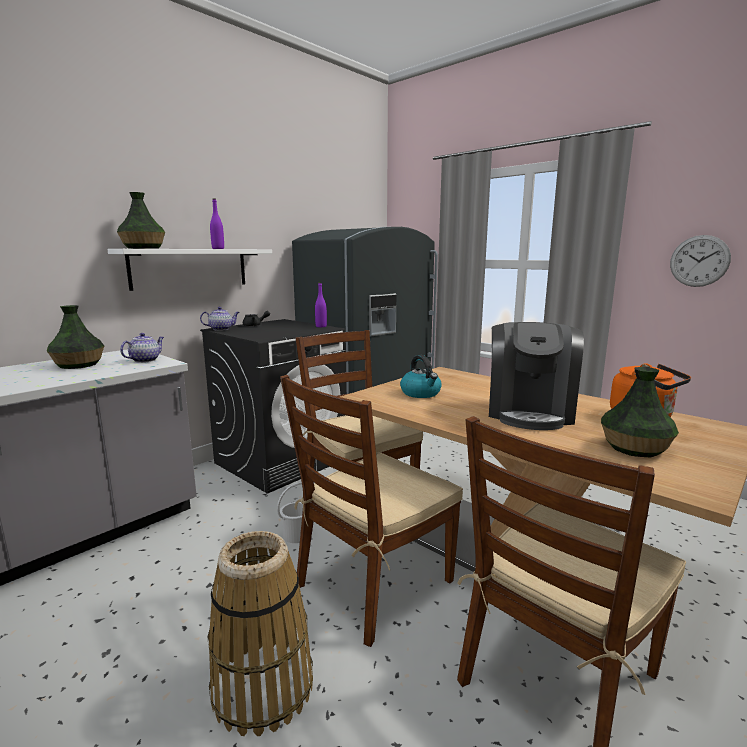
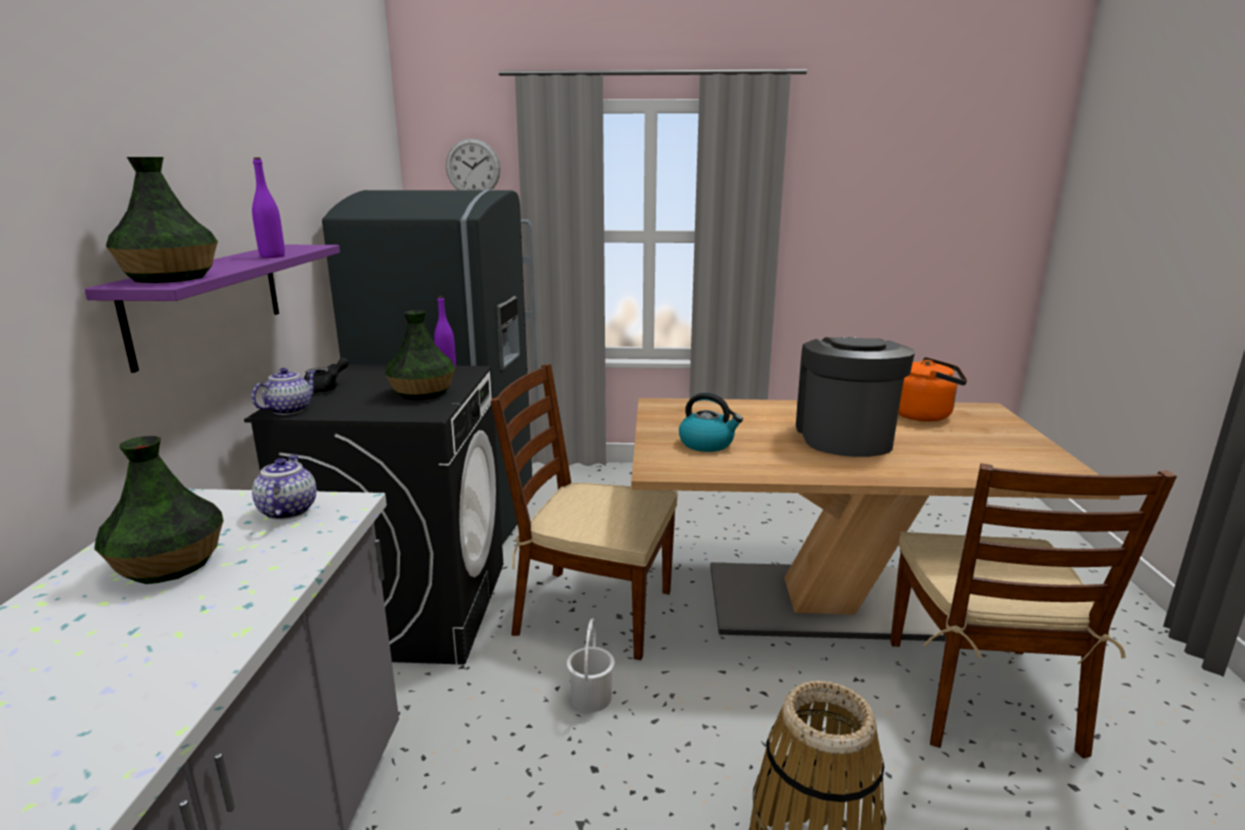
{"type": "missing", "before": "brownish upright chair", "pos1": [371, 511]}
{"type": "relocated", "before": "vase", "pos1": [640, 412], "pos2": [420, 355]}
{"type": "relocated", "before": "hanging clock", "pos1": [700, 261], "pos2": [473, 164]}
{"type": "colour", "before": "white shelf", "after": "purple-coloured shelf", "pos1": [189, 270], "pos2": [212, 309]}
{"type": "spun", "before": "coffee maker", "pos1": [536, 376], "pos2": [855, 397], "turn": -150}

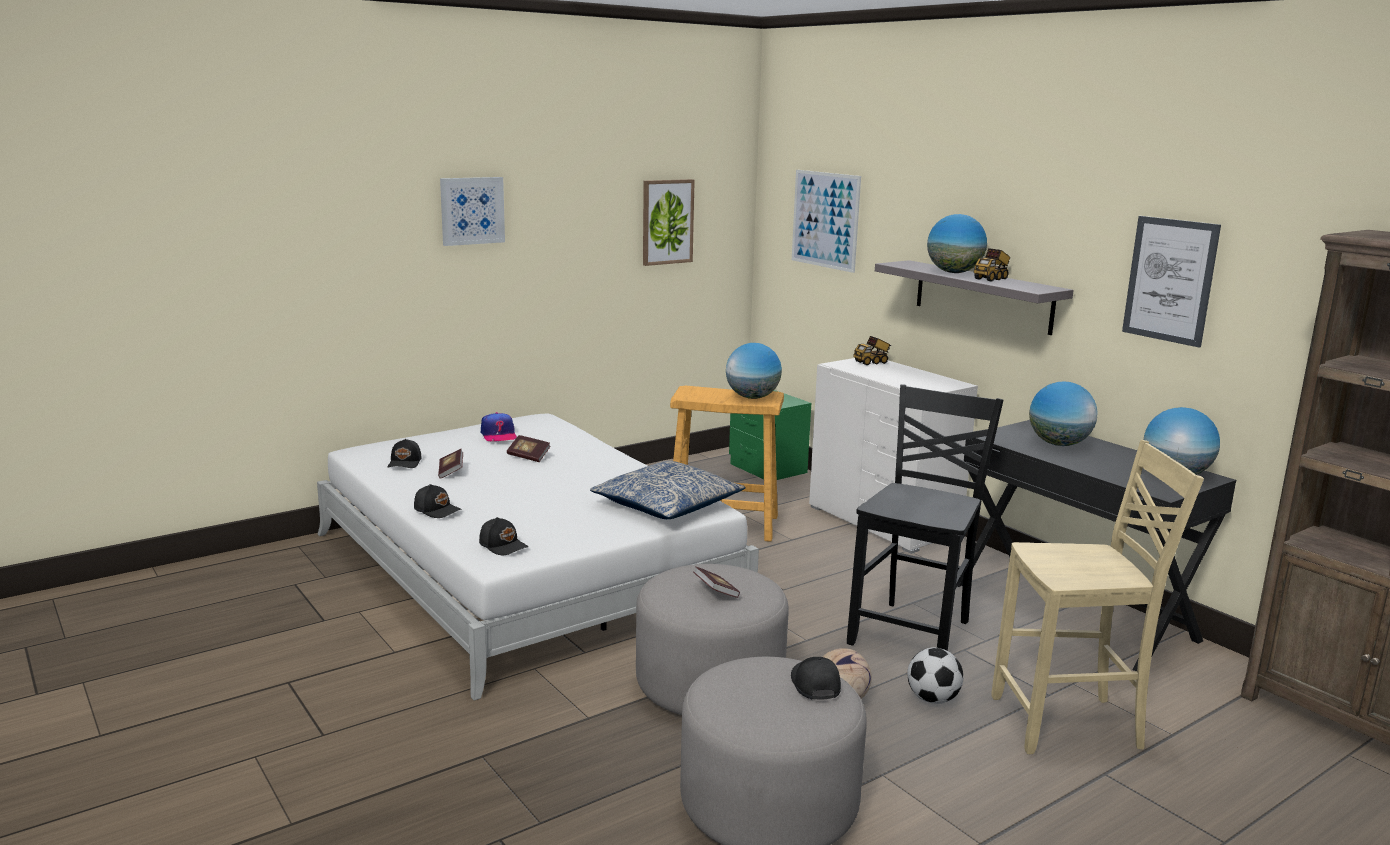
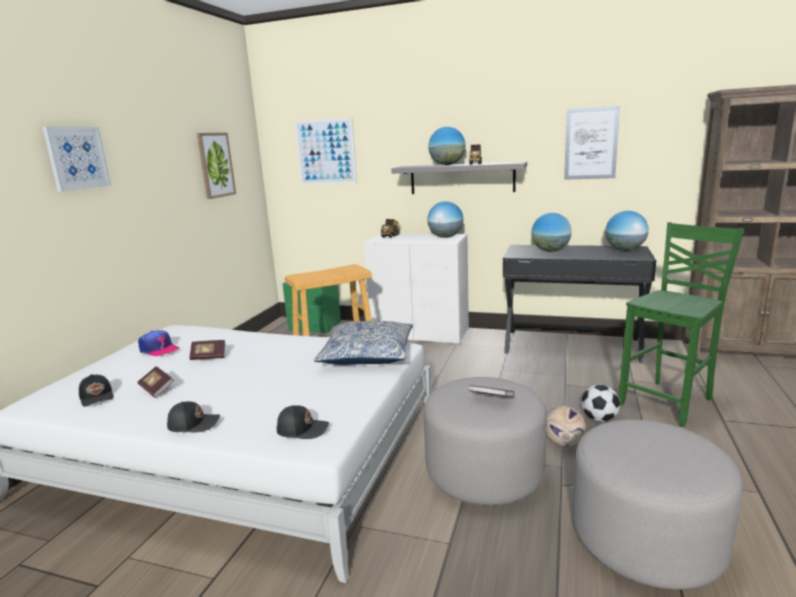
{"type": "missing", "before": "black cap", "pos1": [816, 678]}
{"type": "missing", "before": "black upright chair", "pos1": [925, 517]}
{"type": "relocated", "before": "desk globe", "pos1": [754, 371], "pos2": [445, 219]}
{"type": "colour", "before": "beige-coloured upright chair", "after": "green-coloured upright chair", "pos1": [1097, 597], "pos2": [681, 324]}

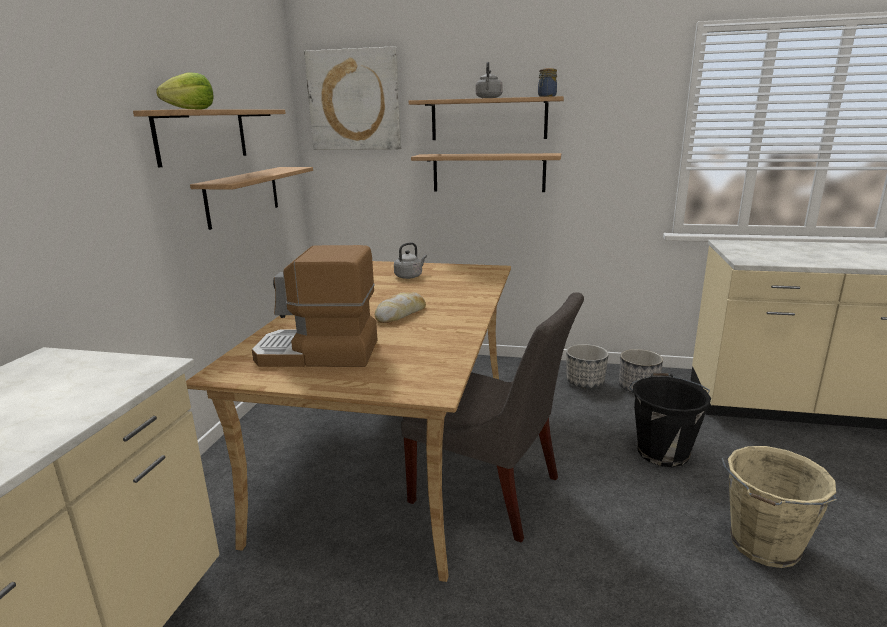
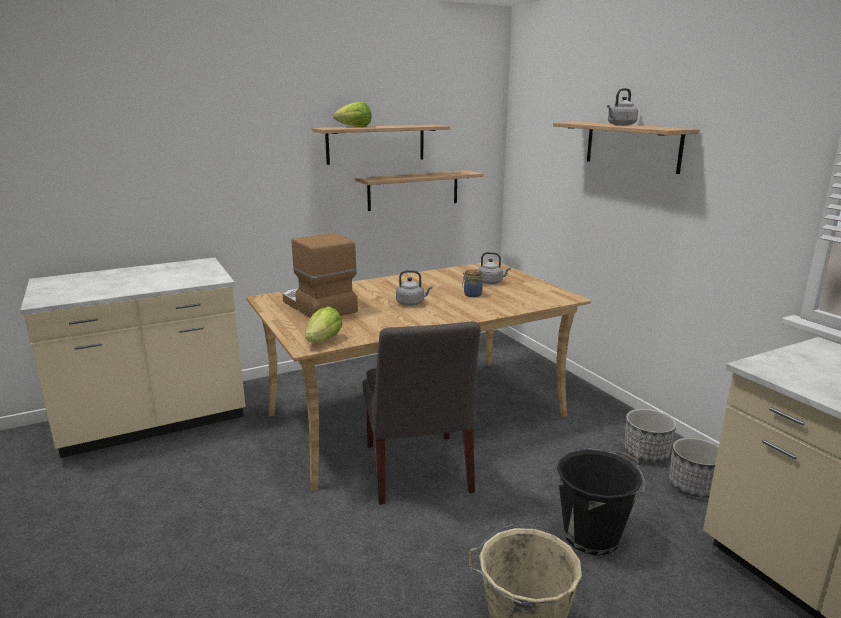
{"type": "missing", "before": "wall art", "pos1": [352, 98]}
{"type": "missing", "before": "shelf", "pos1": [486, 172]}
{"type": "appeared", "after": "head of lettuce", "pos2": [324, 324]}
{"type": "relocated", "before": "storage jar", "pos1": [547, 82], "pos2": [472, 283]}
{"type": "exchanged", "before": "baked bread", "after": "greyish kettle", "pos1": [400, 307], "pos2": [414, 288]}

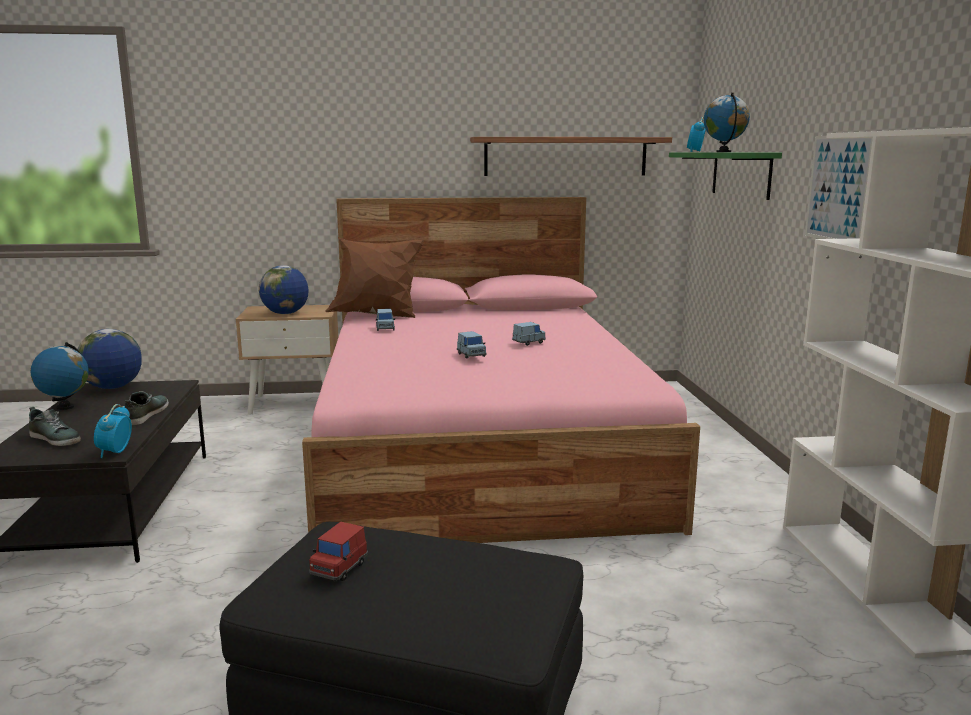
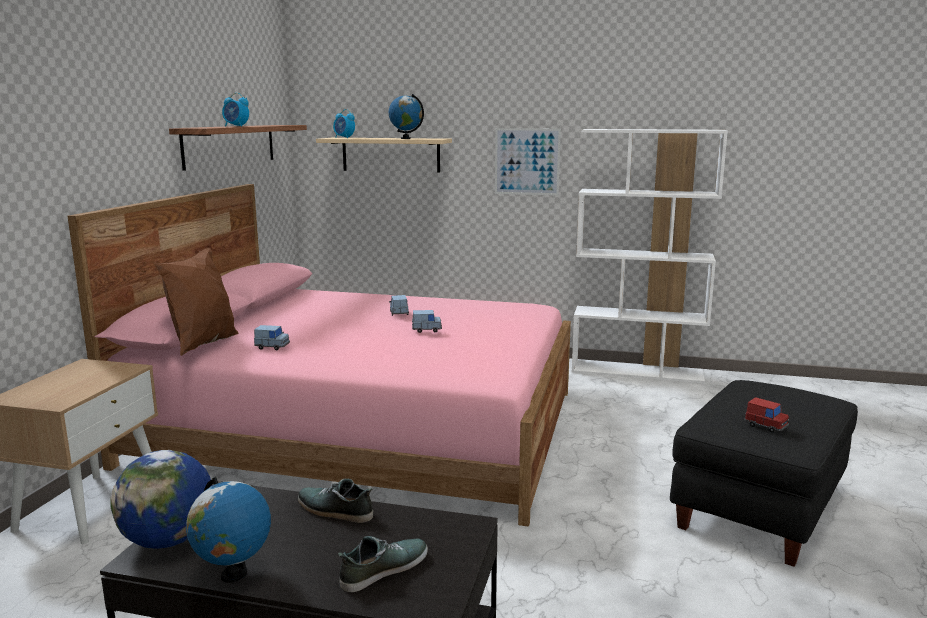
{"type": "missing", "before": "desk globe", "pos1": [284, 290]}
{"type": "relocated", "before": "alarm clock", "pos1": [113, 431], "pos2": [235, 110]}
{"type": "colour", "before": "green-coloured shelf", "after": "beige-coloured shelf", "pos1": [725, 176], "pos2": [384, 155]}

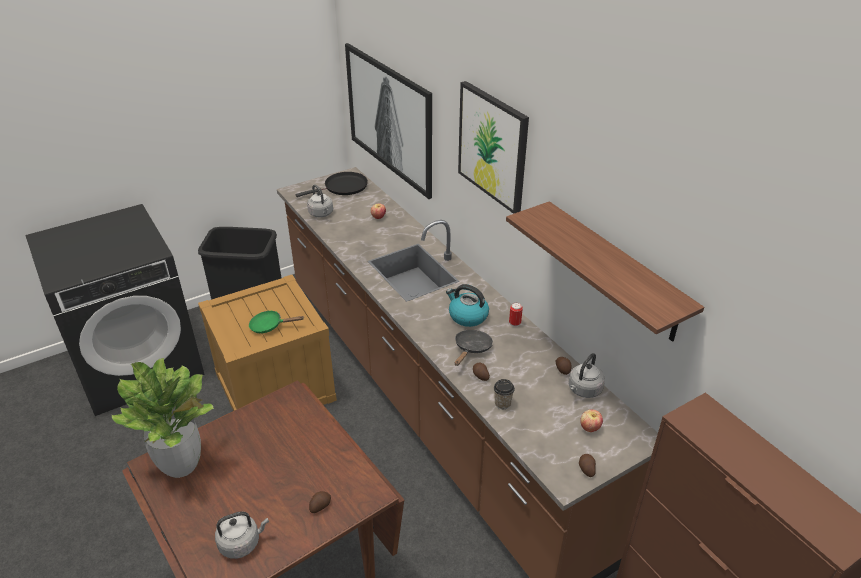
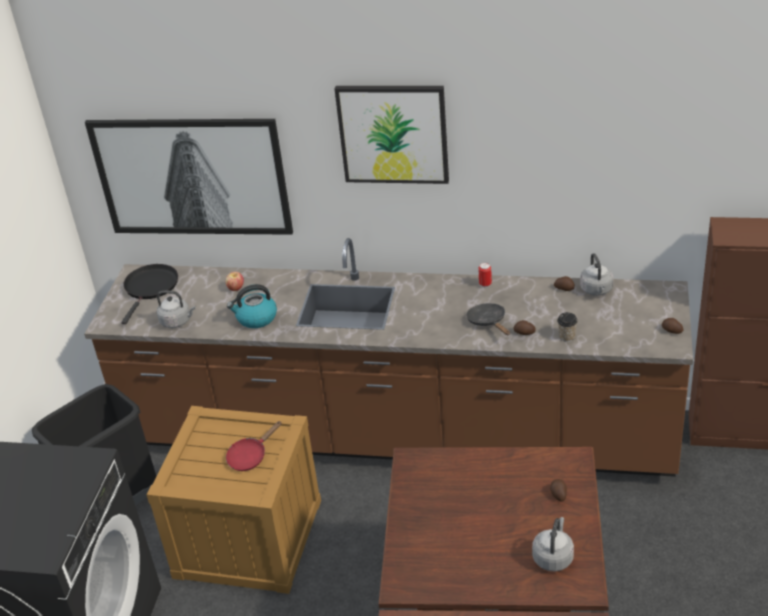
{"type": "missing", "before": "plant in a pot", "pos1": [162, 418]}
{"type": "missing", "before": "shelf", "pos1": [605, 271]}
{"type": "missing", "before": "whole apple", "pos1": [591, 420]}
{"type": "relocated", "before": "kettle", "pos1": [467, 305], "pos2": [252, 306]}
{"type": "colour", "before": "green-coloured pan", "after": "red-coloured pan", "pos1": [276, 321], "pos2": [254, 446]}

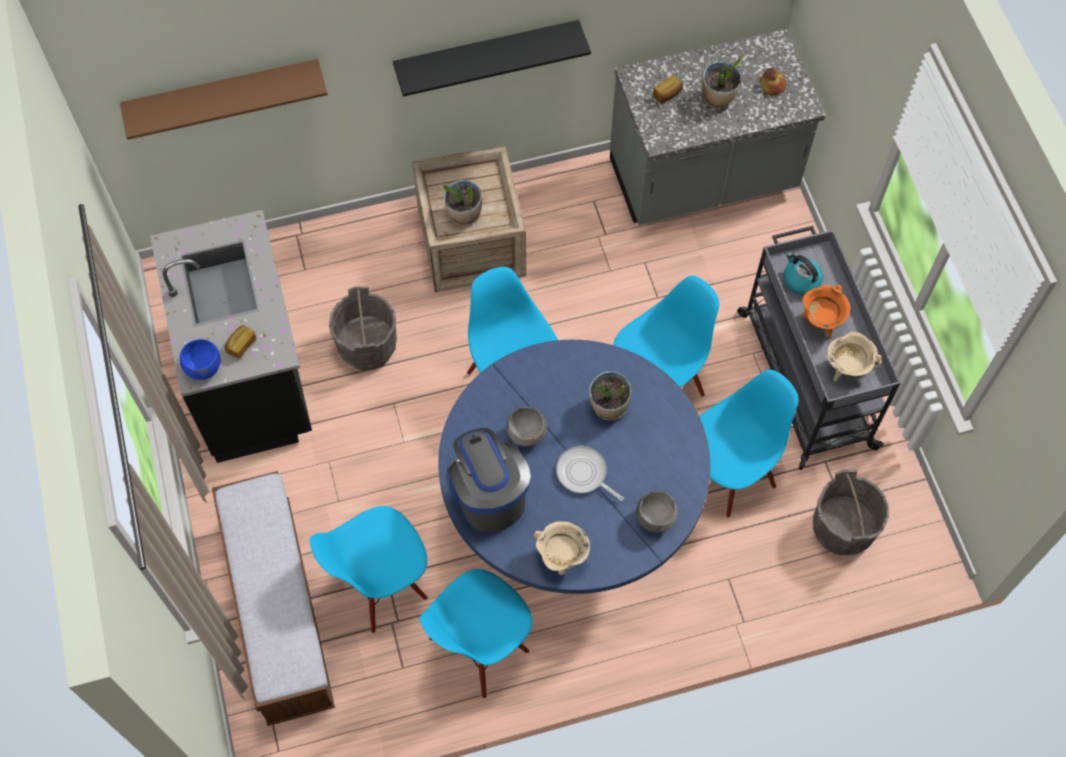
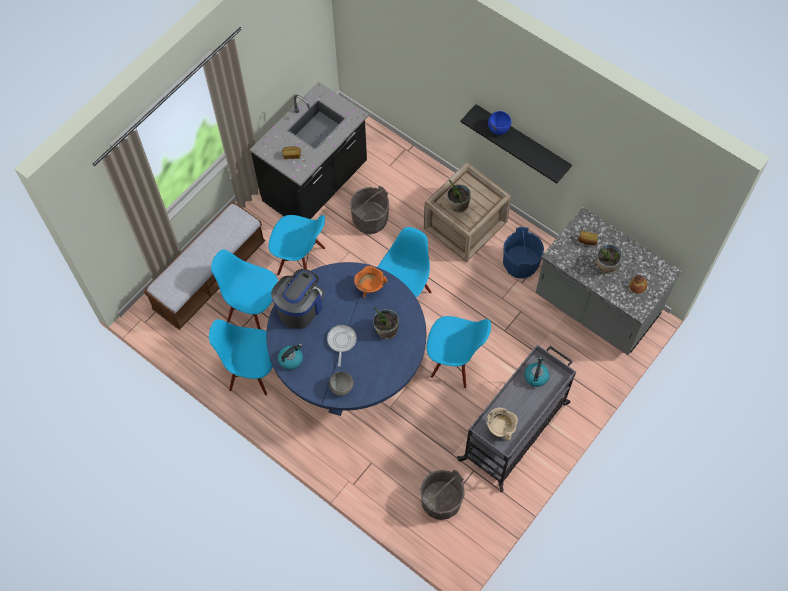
{"type": "missing", "before": "brownish shelf", "pos1": [224, 99]}
{"type": "missing", "before": "greyish bowl", "pos1": [527, 426]}
{"type": "appeared", "after": "blue-coloured pail", "pos2": [523, 252]}
{"type": "relocated", "before": "blue-coloured bowl", "pos1": [200, 359], "pos2": [499, 123]}
{"type": "relocated", "before": "blue-coloured upright chair", "pos1": [749, 444], "pos2": [296, 245]}
{"type": "relocated", "before": "orange cooking pot", "pos1": [826, 311], "pos2": [370, 282]}
{"type": "exchanged", "before": "beige-coloured cooking pot", "after": "kettle", "pos1": [561, 548], "pos2": [290, 356]}

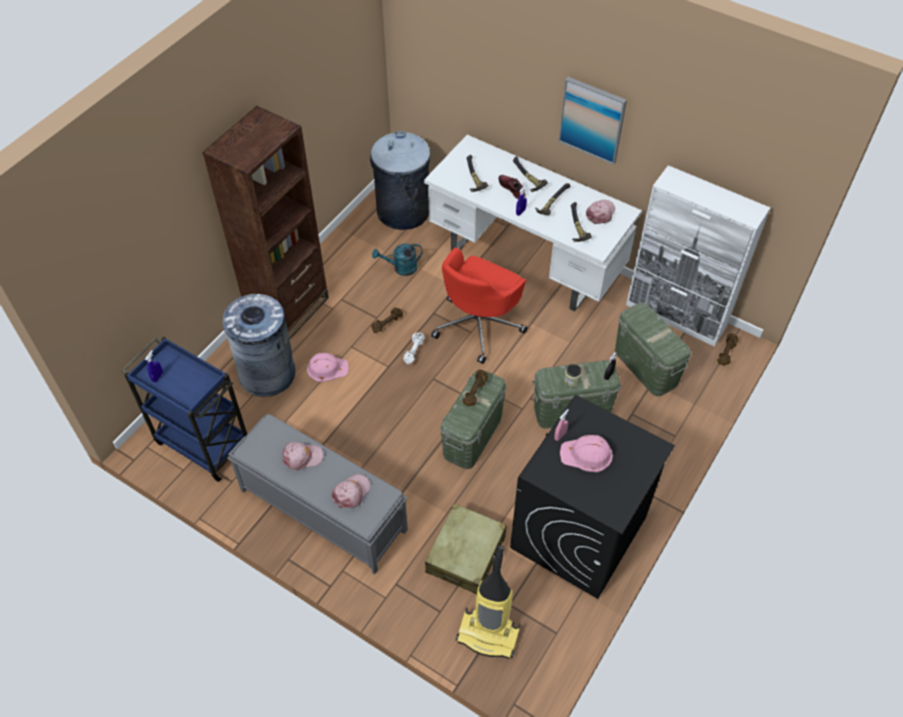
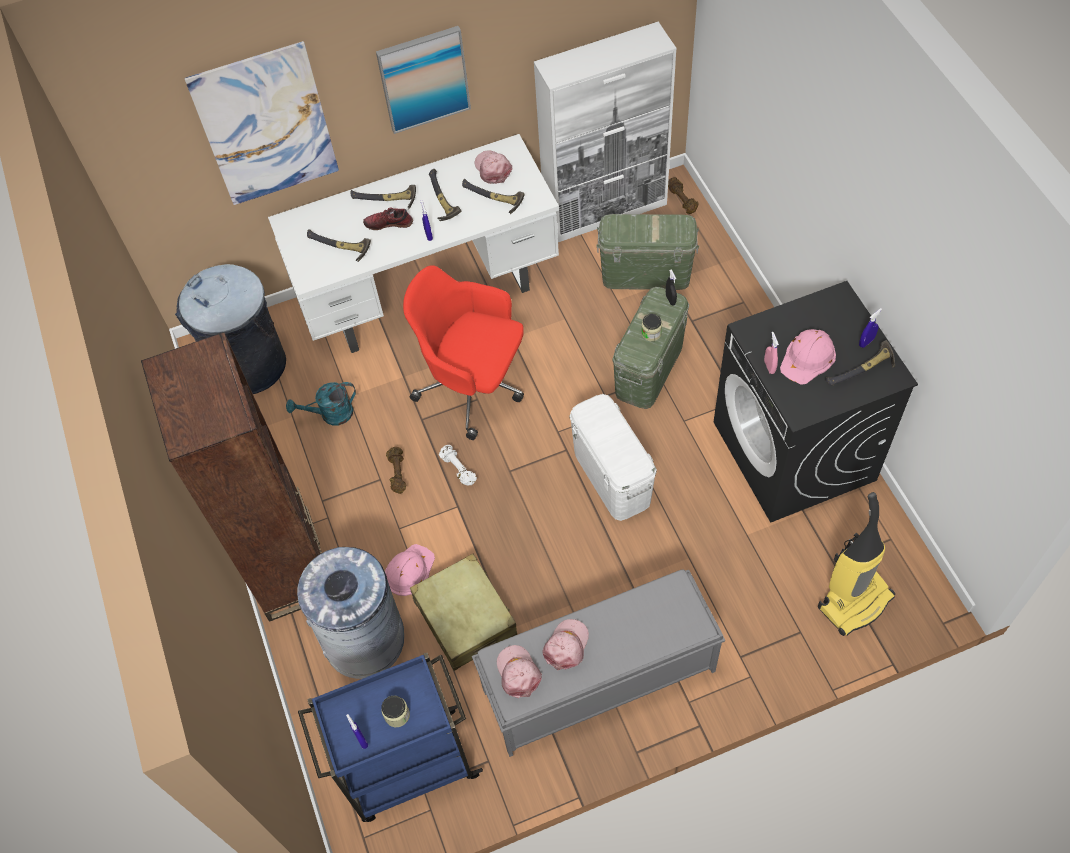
{"type": "missing", "before": "brownish dumbbell", "pos1": [475, 388]}
{"type": "appeared", "after": "wall art", "pos2": [261, 123]}
{"type": "appeared", "after": "storage jar", "pos2": [395, 711]}
{"type": "appeared", "after": "tool hammer", "pos2": [860, 363]}
{"type": "appeared", "after": "blue-coloured spray bottle", "pos2": [870, 328]}
{"type": "relocated", "before": "pink cap", "pos1": [351, 491], "pos2": [519, 671]}
{"type": "relocated", "before": "beige-coloured travel case", "pos1": [466, 549], "pos2": [463, 612]}
{"type": "colour", "before": "green-coloured storage container", "after": "white storage container", "pos1": [473, 419], "pos2": [613, 457]}
{"type": "spun", "before": "blue-green watering pot", "pos1": [397, 260], "pos2": [321, 403], "turn": 45}
{"type": "spun", "before": "red-coloured desk chair", "pos1": [479, 305], "pos2": [463, 352], "turn": 135}

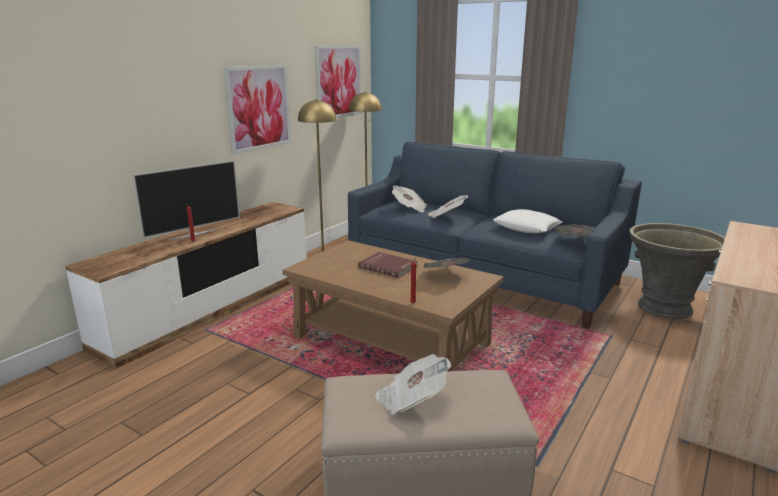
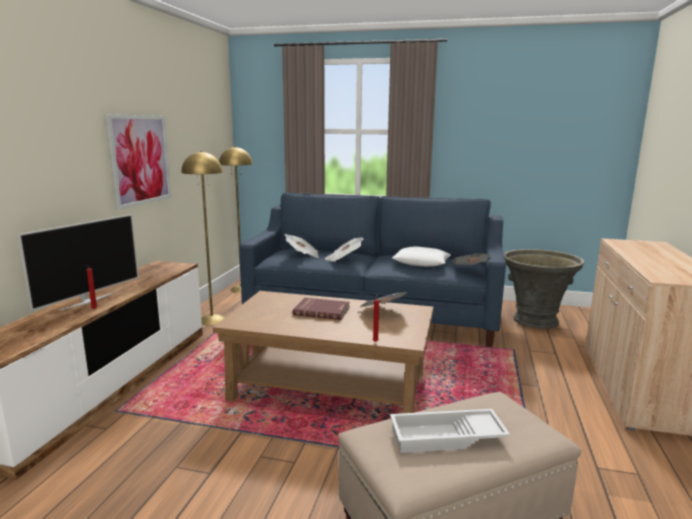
{"type": "missing", "before": "wall art", "pos1": [338, 81]}
{"type": "exchanged", "before": "newspaper", "after": "white carrying tray", "pos1": [413, 384], "pos2": [450, 431]}

